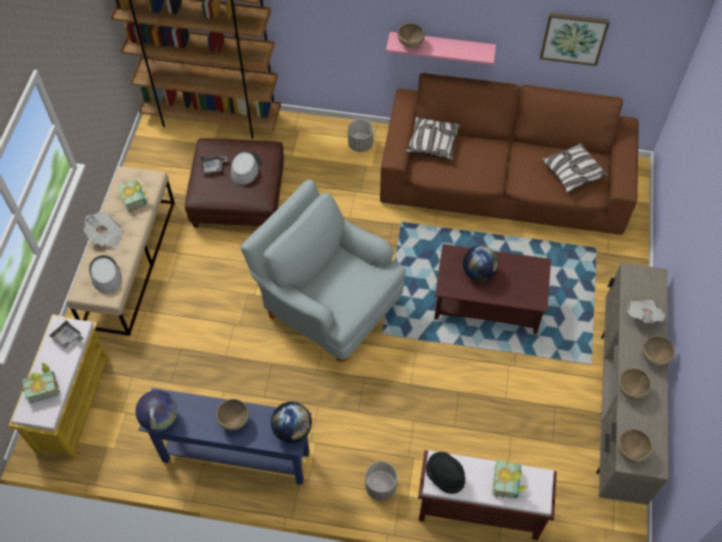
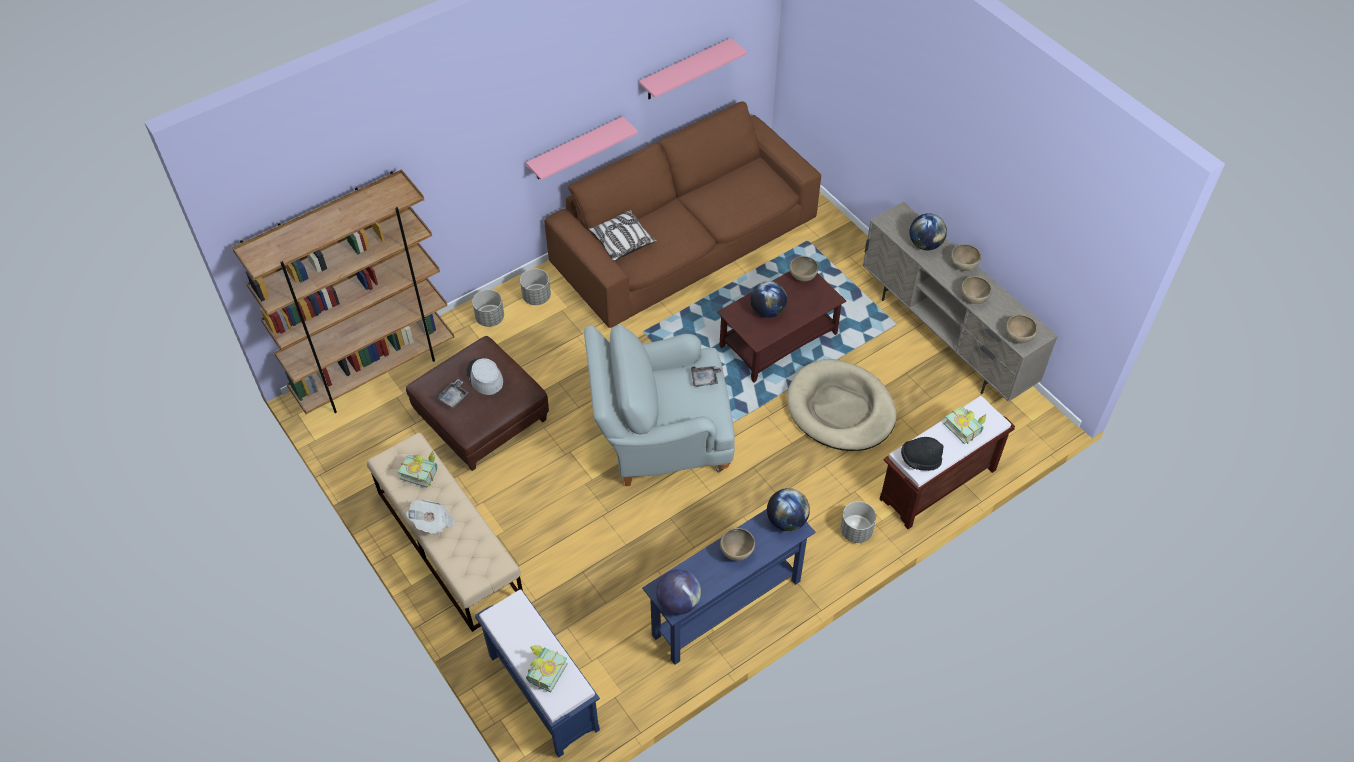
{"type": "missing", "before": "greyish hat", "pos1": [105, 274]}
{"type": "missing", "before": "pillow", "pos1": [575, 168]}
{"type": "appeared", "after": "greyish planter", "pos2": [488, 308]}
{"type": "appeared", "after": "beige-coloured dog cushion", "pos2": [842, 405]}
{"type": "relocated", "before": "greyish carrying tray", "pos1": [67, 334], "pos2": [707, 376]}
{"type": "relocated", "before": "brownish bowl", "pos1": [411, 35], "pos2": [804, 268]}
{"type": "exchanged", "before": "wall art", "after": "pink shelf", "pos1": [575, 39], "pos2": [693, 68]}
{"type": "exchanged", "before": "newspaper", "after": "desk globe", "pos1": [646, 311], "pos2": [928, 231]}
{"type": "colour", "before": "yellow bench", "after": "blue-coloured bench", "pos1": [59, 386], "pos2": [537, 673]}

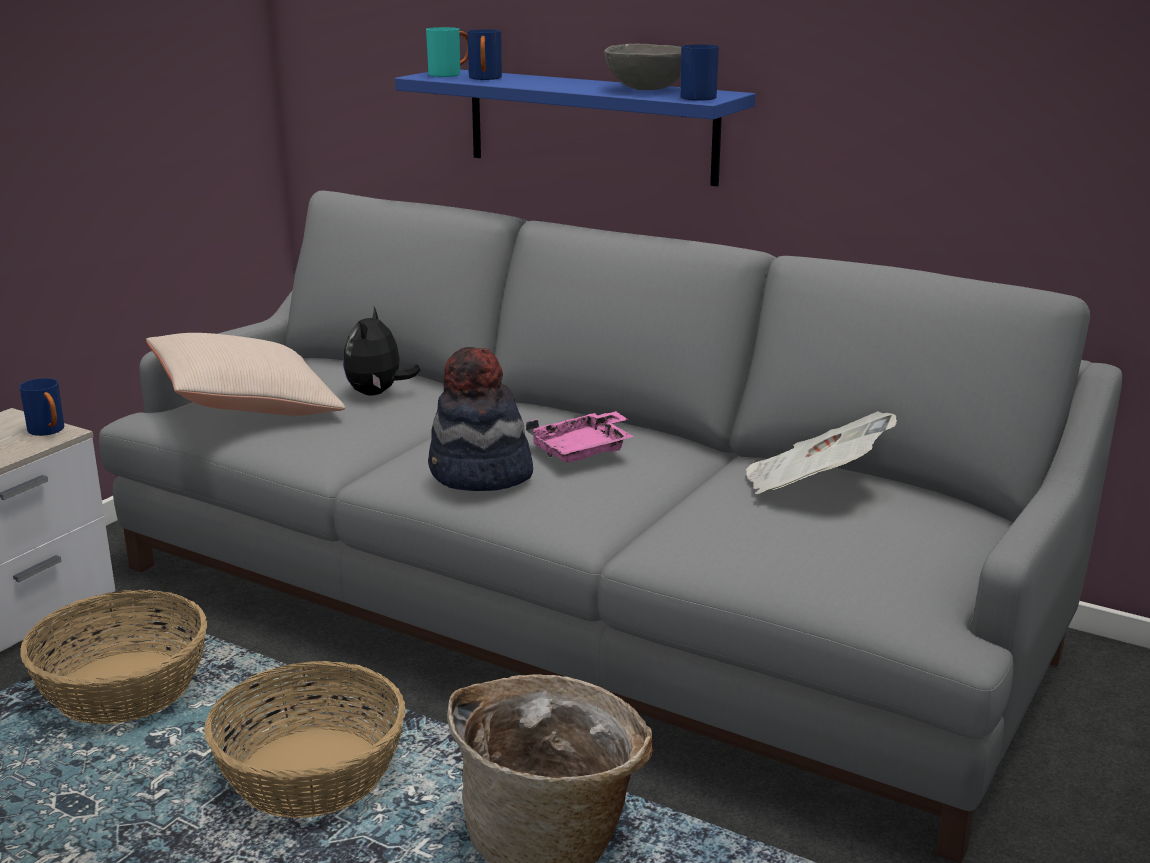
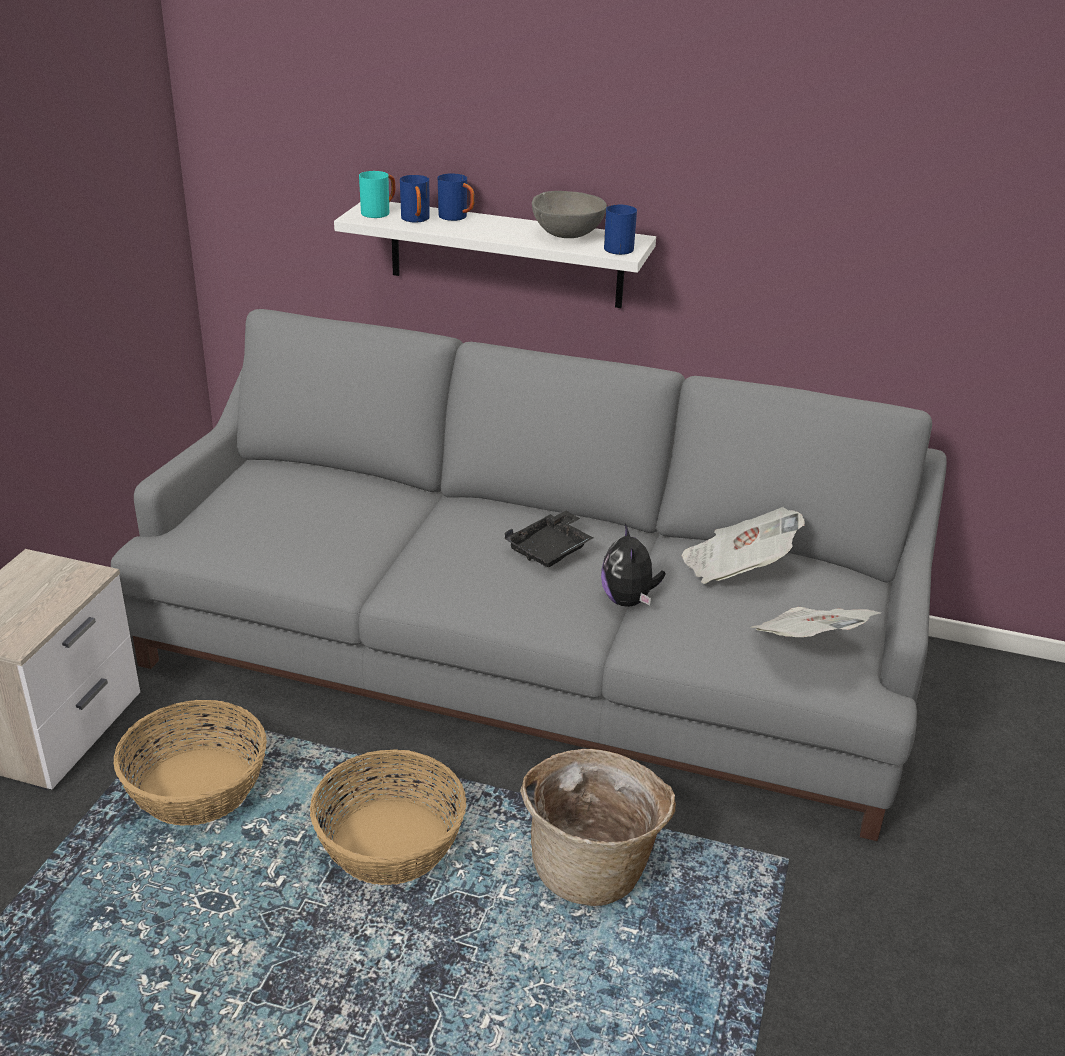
{"type": "missing", "before": "beige-coloured pillow", "pos1": [245, 374]}
{"type": "missing", "before": "hat", "pos1": [480, 419]}
{"type": "appeared", "after": "newspaper", "pos2": [816, 622]}
{"type": "relocated", "before": "blue-coloured coffee mug", "pos1": [42, 407], "pos2": [456, 197]}
{"type": "relocated", "before": "cuddly toy", "pos1": [382, 351], "pos2": [633, 565]}
{"type": "colour", "before": "blue-coloured shelf", "after": "white shelf", "pos1": [575, 128], "pos2": [495, 255]}
{"type": "colour", "before": "pink carrying tray", "after": "black carrying tray", "pos1": [580, 436], "pos2": [549, 538]}

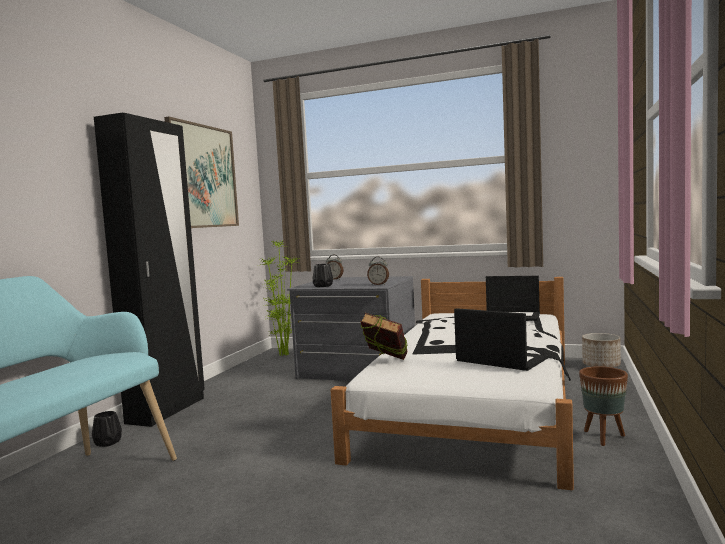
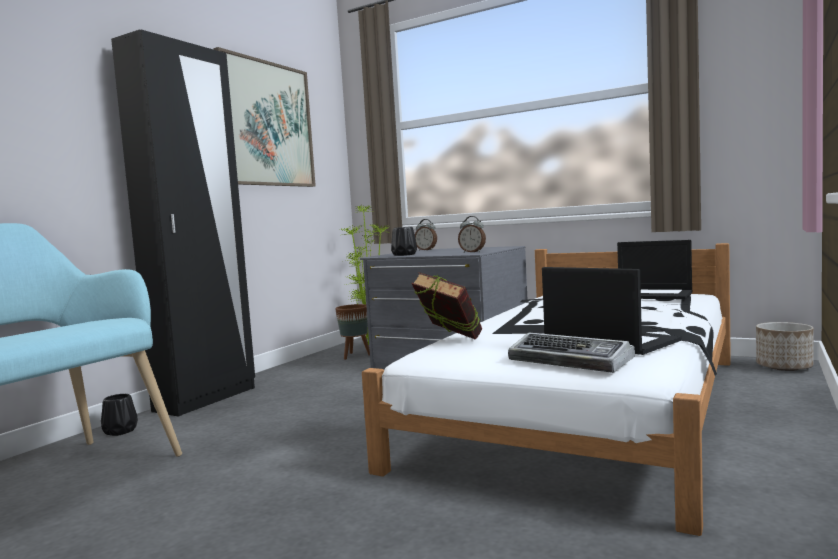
{"type": "appeared", "after": "computer keyboard", "pos2": [571, 352]}
{"type": "relocated", "before": "brownish planter", "pos1": [603, 406], "pos2": [352, 332]}

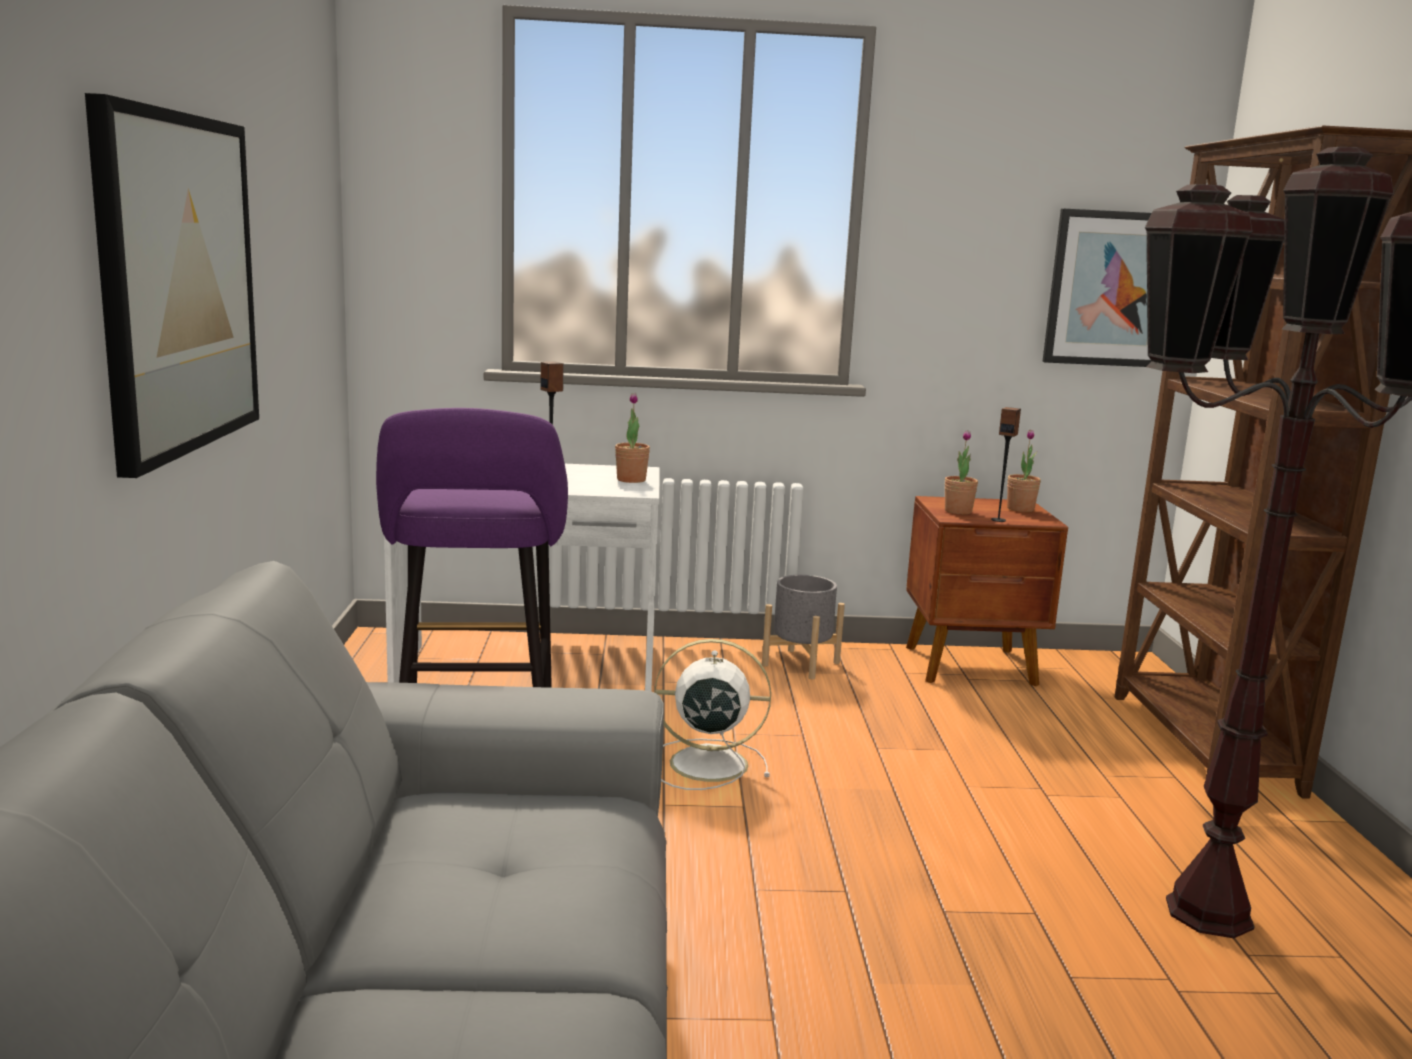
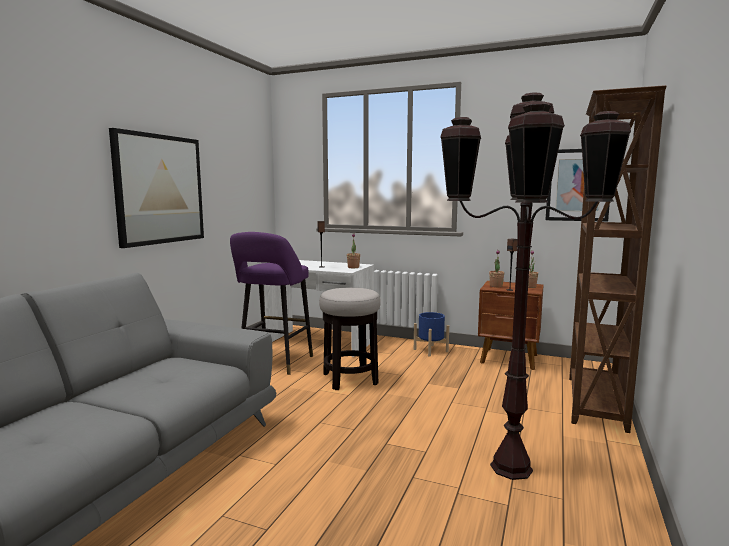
{"type": "exchanged", "before": "white cooling fan", "after": "stool seat", "pos1": [712, 714], "pos2": [350, 338]}
{"type": "colour", "before": "greyish planter", "after": "blue-coloured planter", "pos1": [803, 627], "pos2": [431, 334]}

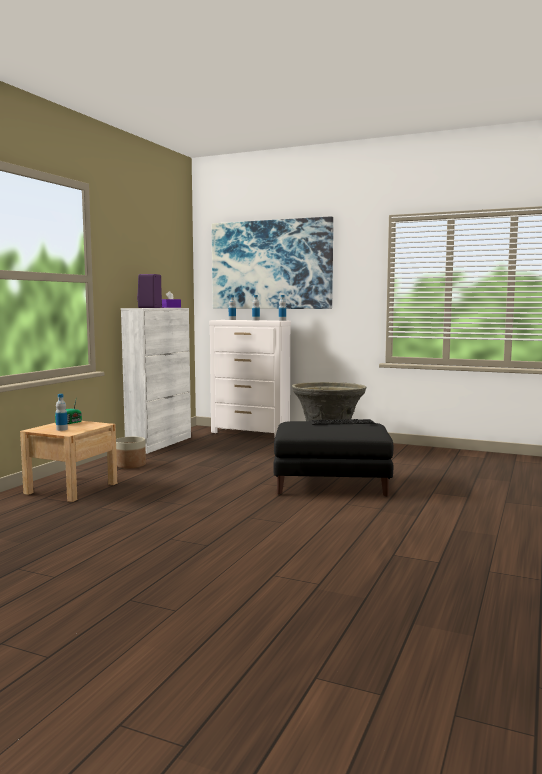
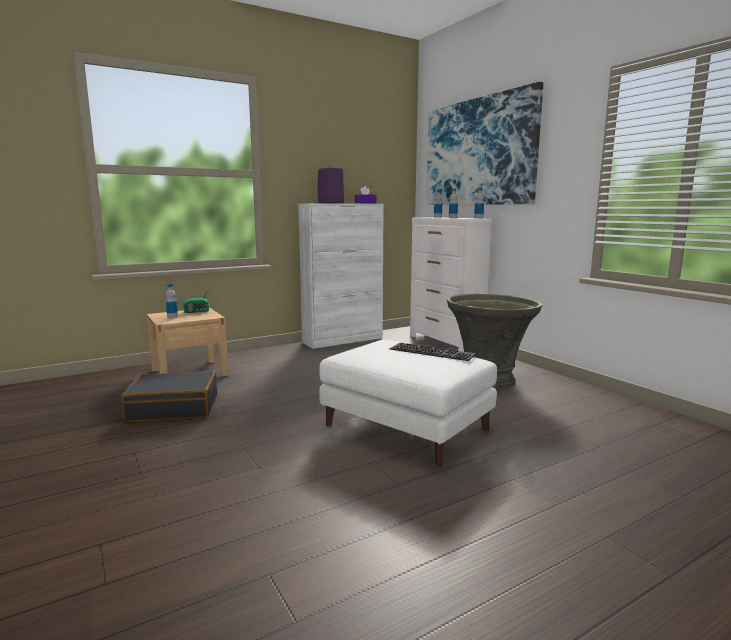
{"type": "missing", "before": "planter", "pos1": [131, 453]}
{"type": "appeared", "after": "black travel case", "pos2": [169, 396]}
{"type": "colour", "before": "black pouffe", "after": "white pouffe", "pos1": [333, 459], "pos2": [408, 403]}

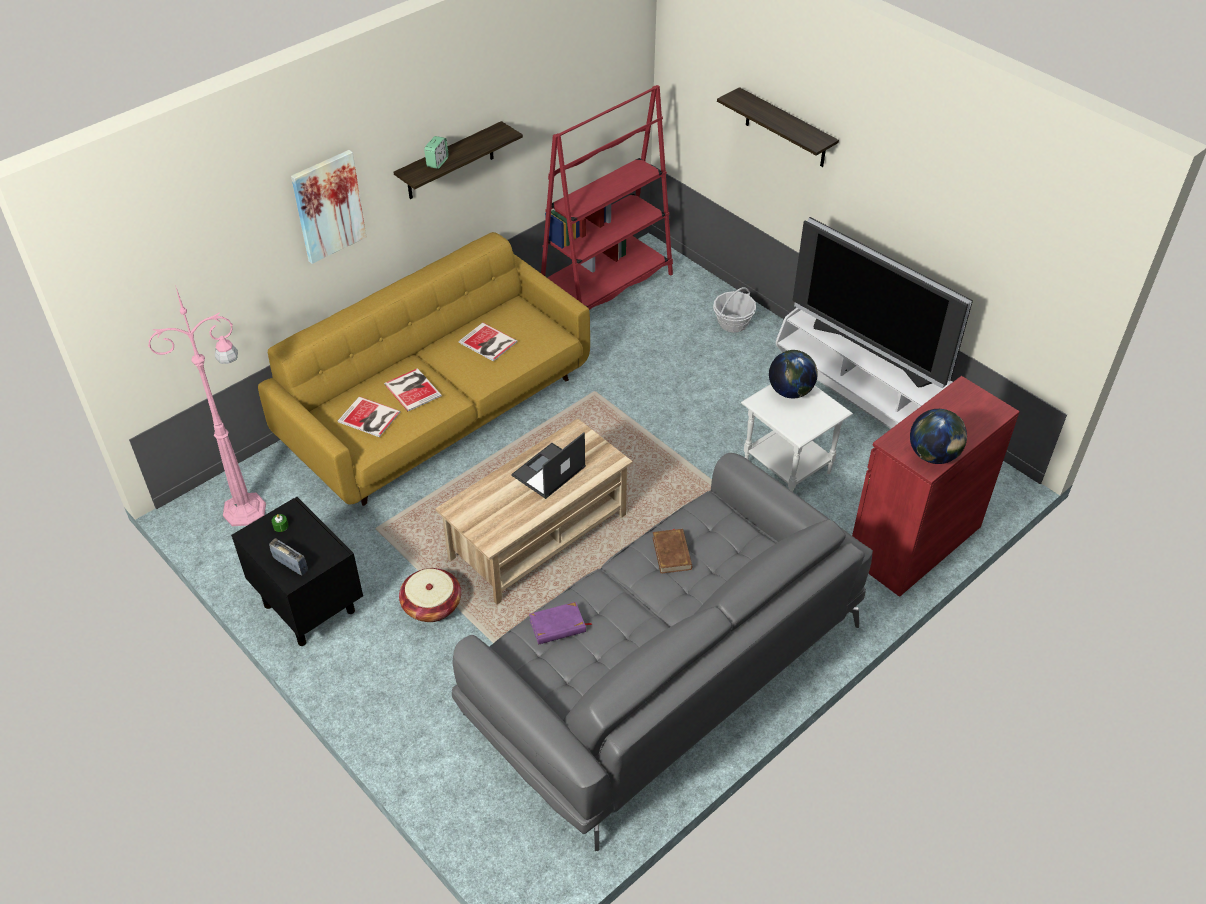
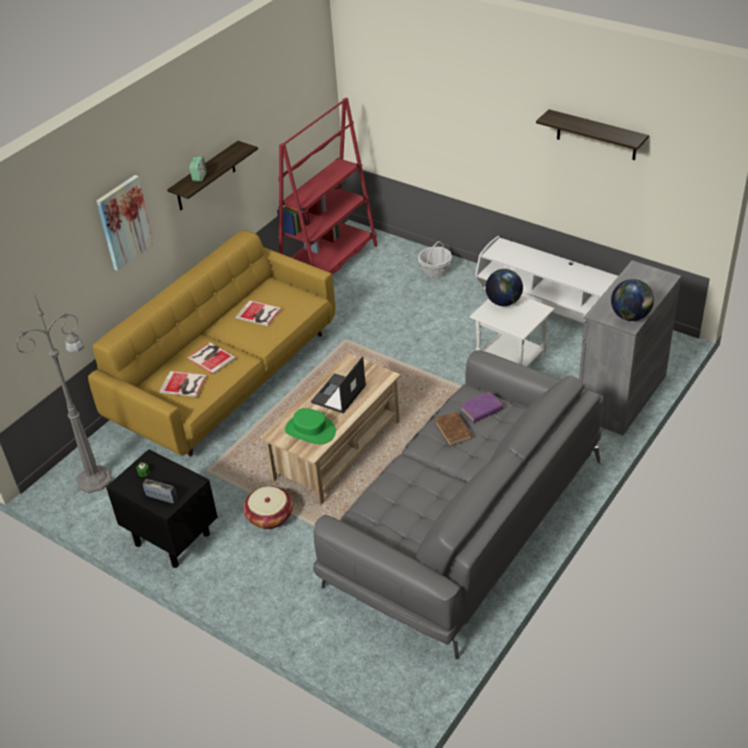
{"type": "missing", "before": "television", "pos1": [883, 303]}
{"type": "appeared", "after": "green-coloured hat", "pos2": [310, 426]}
{"type": "relocated", "before": "purple-coloured volume", "pos1": [560, 623], "pos2": [482, 407]}
{"type": "relocated", "before": "shelf", "pos1": [778, 127], "pos2": [592, 134]}
{"type": "colour", "before": "pink standing lamp", "after": "greyish standing lamp", "pos1": [207, 405], "pos2": [63, 394]}
{"type": "colour", "before": "red-coloured storage cabinet", "after": "greyish storage cabinet", "pos1": [936, 486], "pos2": [630, 348]}

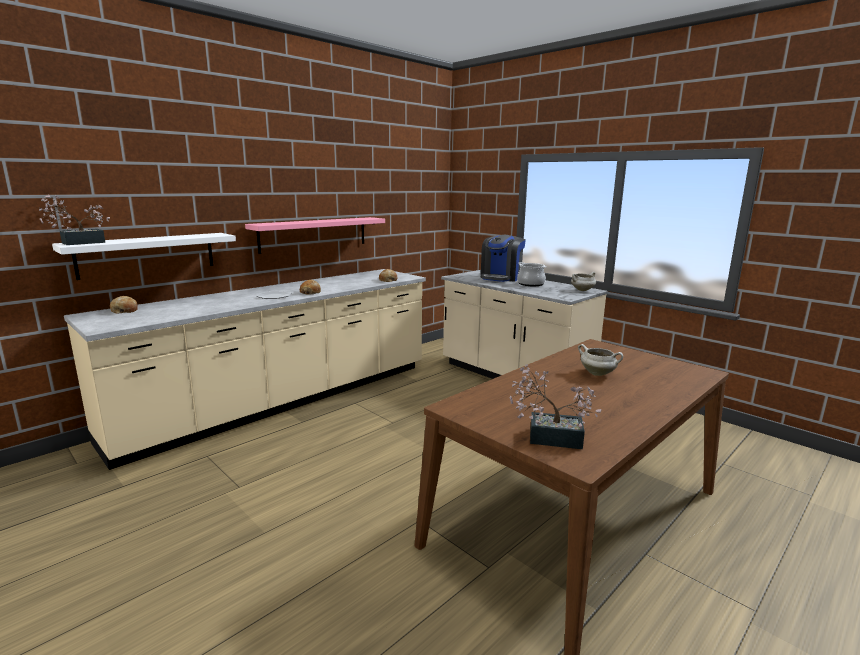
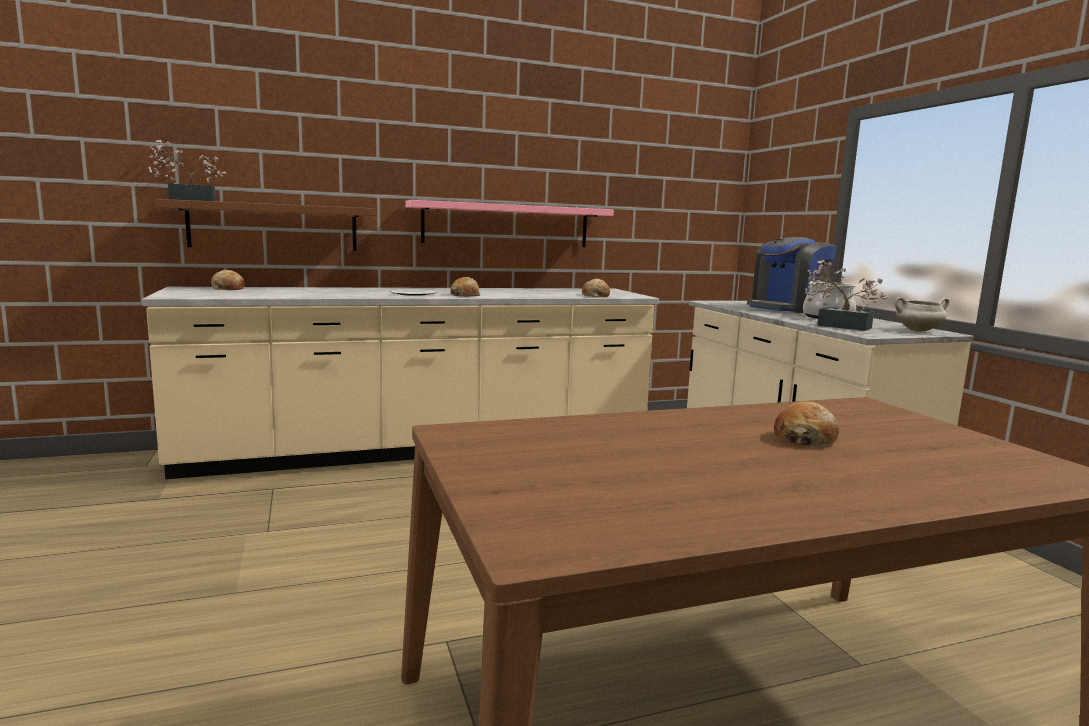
{"type": "relocated", "before": "plant in a pot", "pos1": [556, 406], "pos2": [846, 295]}
{"type": "exchanged", "before": "white cooking pot", "after": "baked bread", "pos1": [600, 360], "pos2": [807, 424]}
{"type": "colour", "before": "white shelf", "after": "brownish shelf", "pos1": [144, 256], "pos2": [266, 225]}

